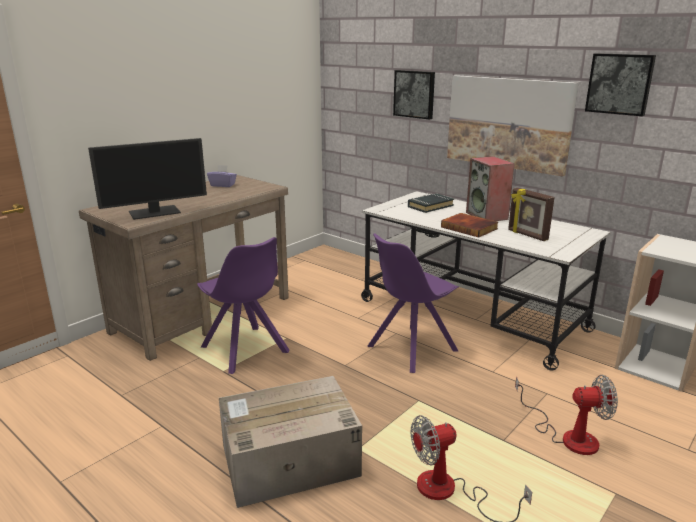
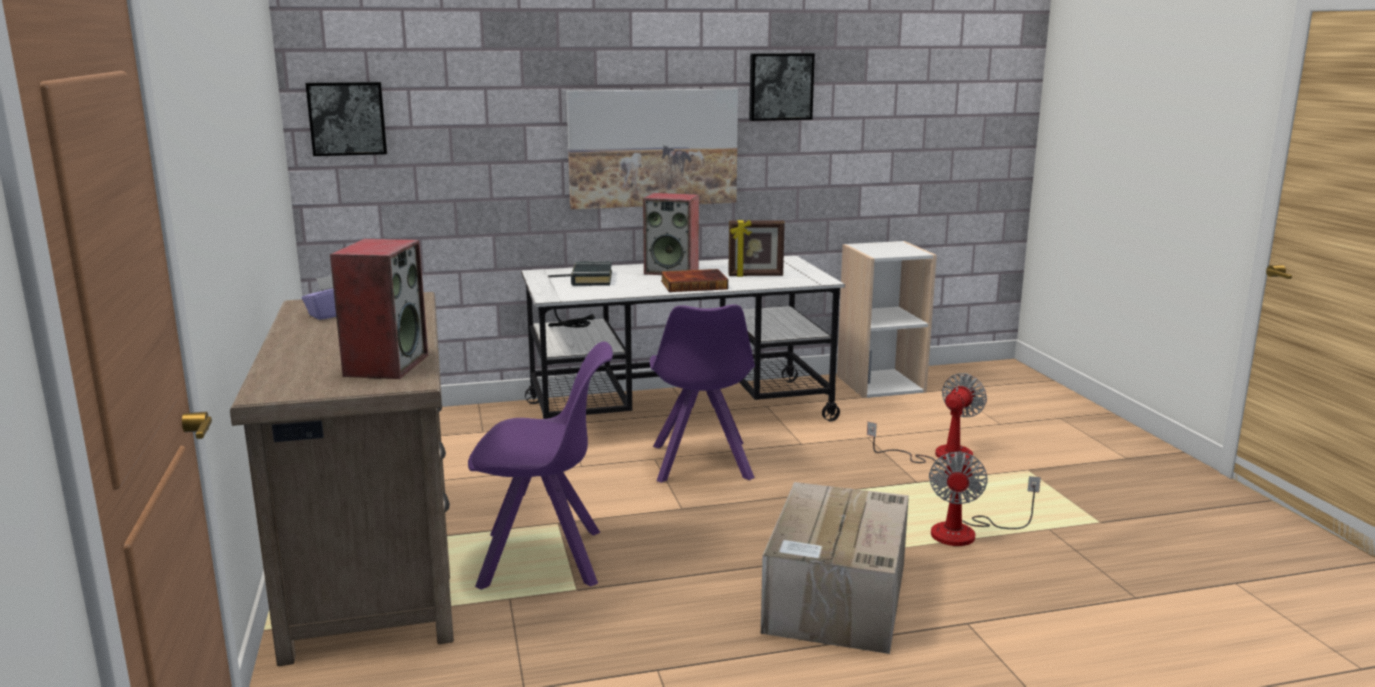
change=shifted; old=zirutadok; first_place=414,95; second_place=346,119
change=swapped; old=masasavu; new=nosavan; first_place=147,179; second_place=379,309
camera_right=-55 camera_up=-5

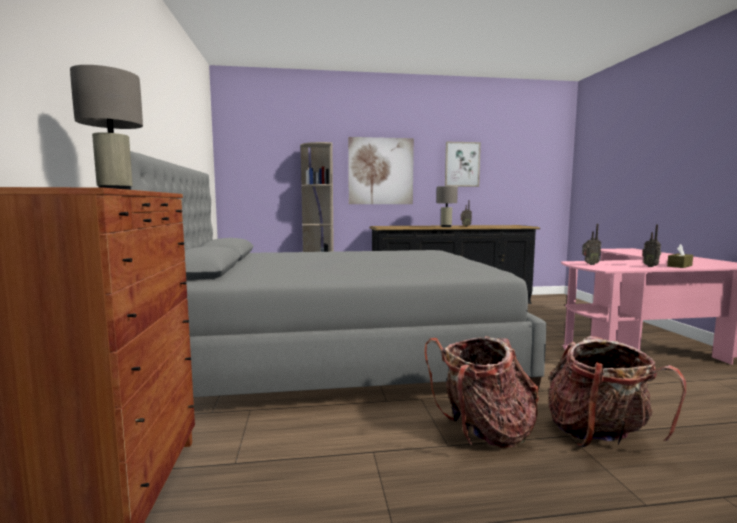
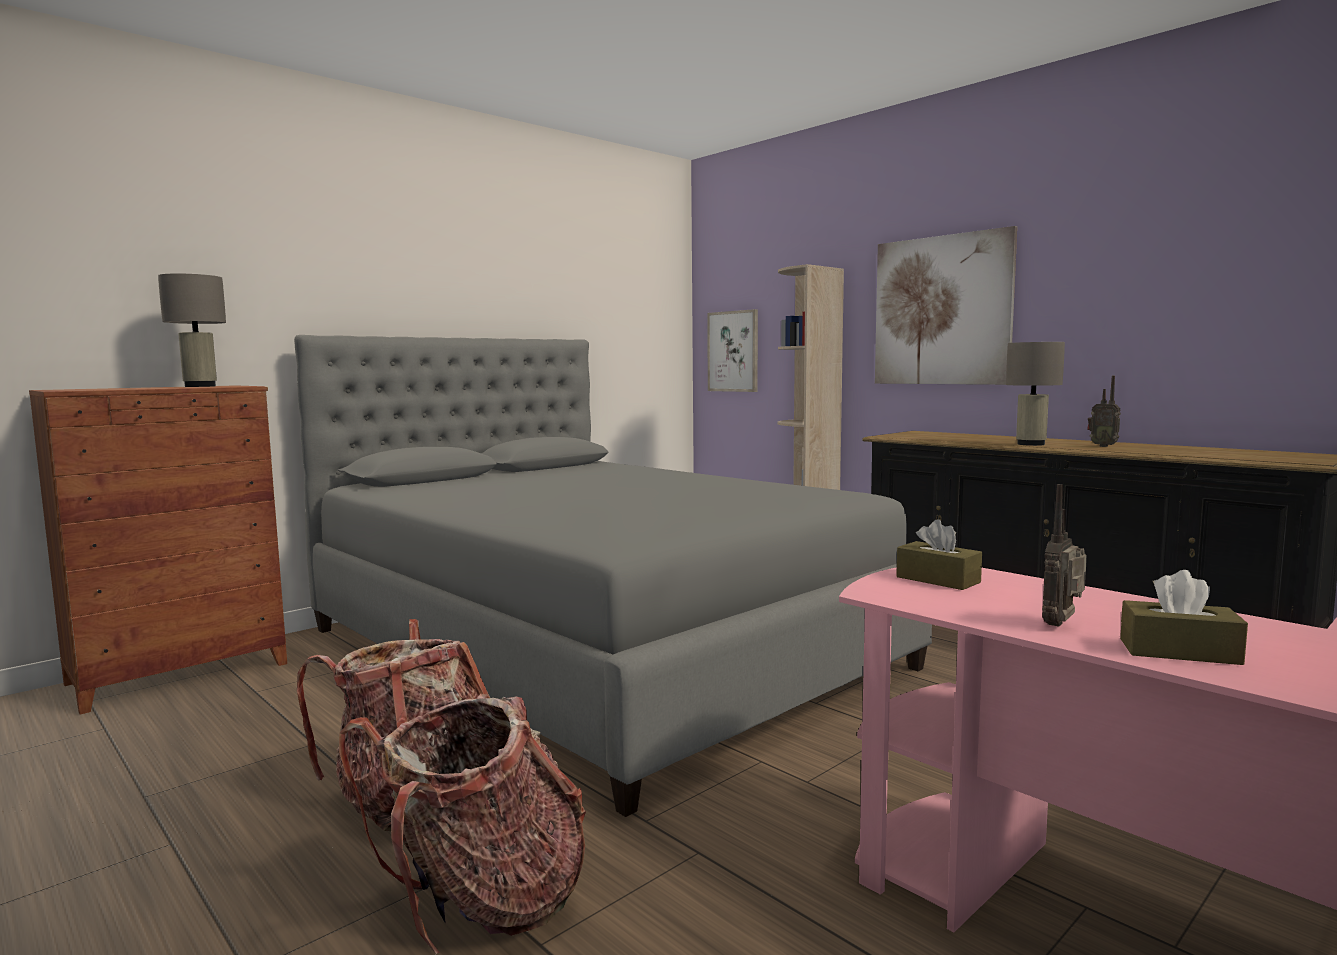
change=shifted; old=zirutadok; first_place=463,164; second_place=732,350
change=swapped; old=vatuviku; new=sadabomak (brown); first_place=591,244; second_place=939,554
camera_right=55 camera_up=0

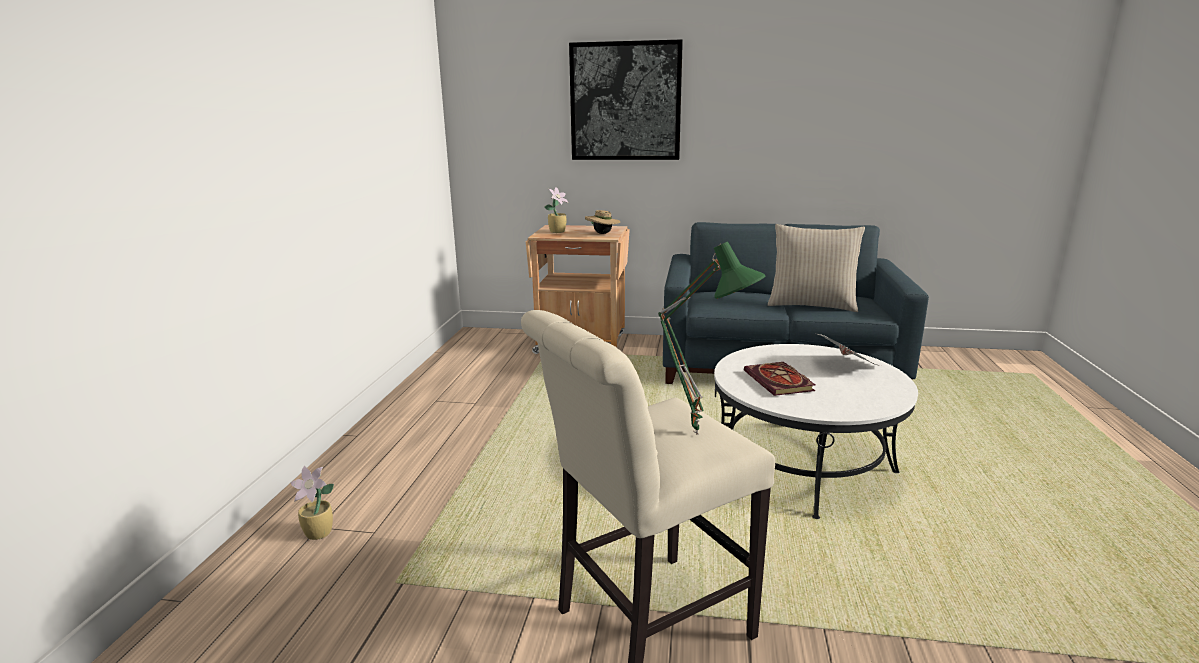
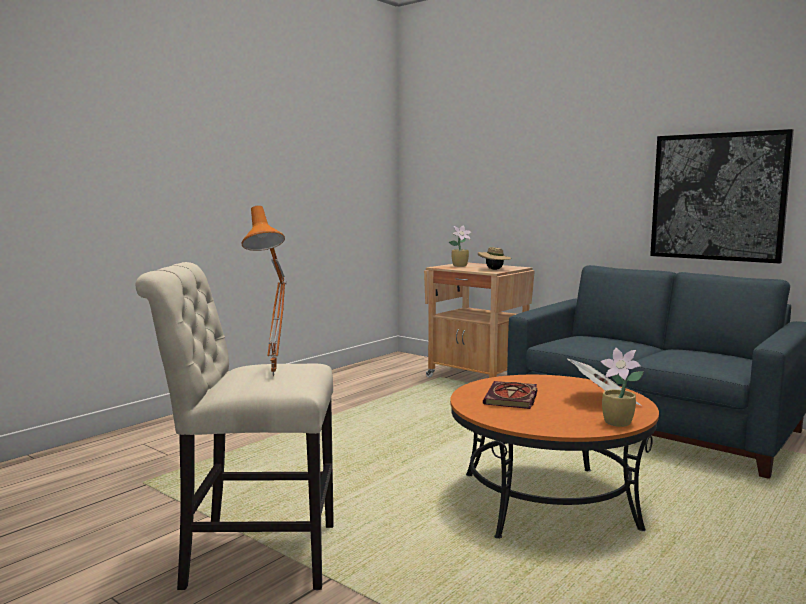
change=gone; old=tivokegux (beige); first_place=816,268
change=shifted; old=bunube; first_place=312,503; second_place=622,387
change=shifted; old=zirutadok; first_place=626,99; second_place=722,196
change=repainted; old=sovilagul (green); new=sovilagul (orange); first_place=711,338; second_place=264,290
change=repainted; old=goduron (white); new=goduron (orange); first_place=816,431; second_place=554,457
camera_right=30 camera_up=-10

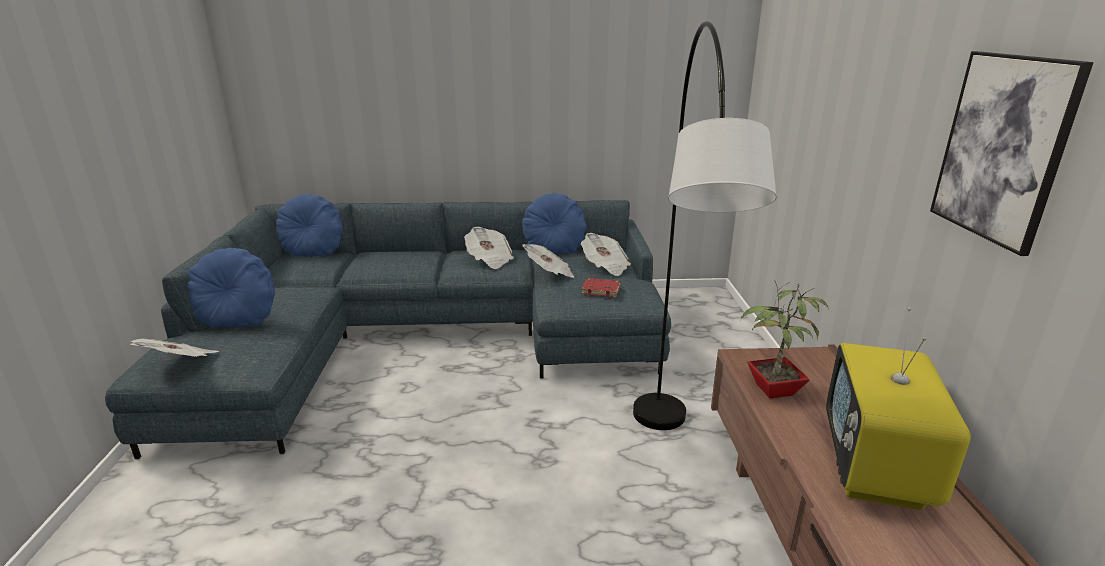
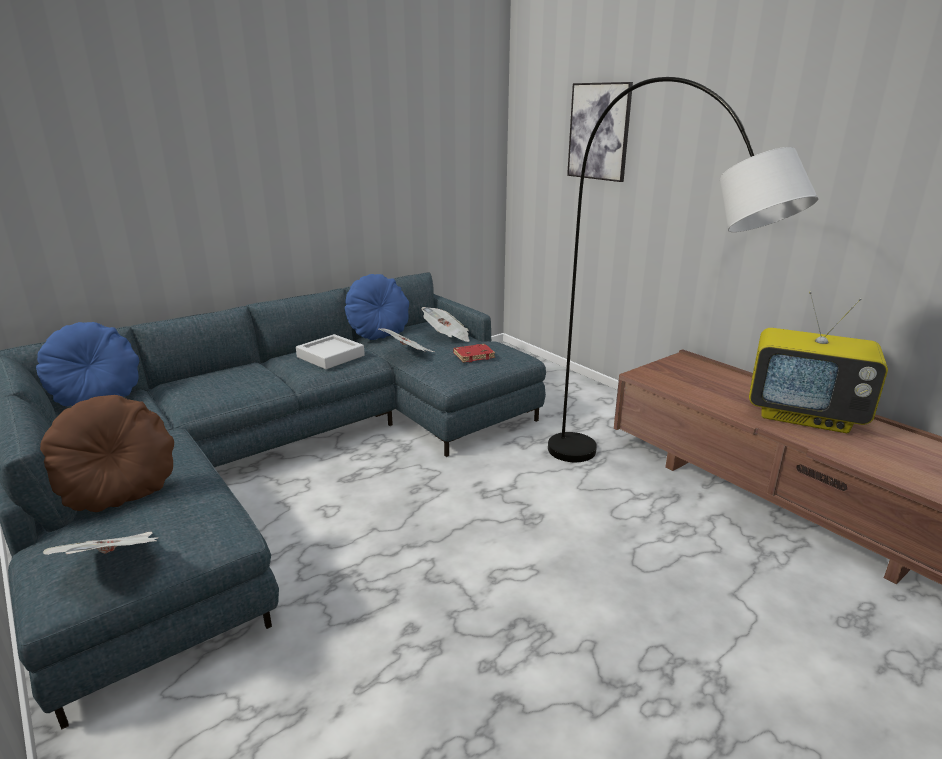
change=gone; old=bunube; first_place=784,339
change=shifted; old=zirutadok; first_place=1011,153; second_place=600,132
change=swapped; old=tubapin; new=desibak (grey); first_place=489,248; second_place=330,351
change=repainted; old=tivokegux (blue); new=tivokegux (brown); first_place=231,288; second_place=107,453
change=rotated; old=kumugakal; first_place=898,409; second_place=818,362; degrees=-45
camera_right=-35 camera_up=0

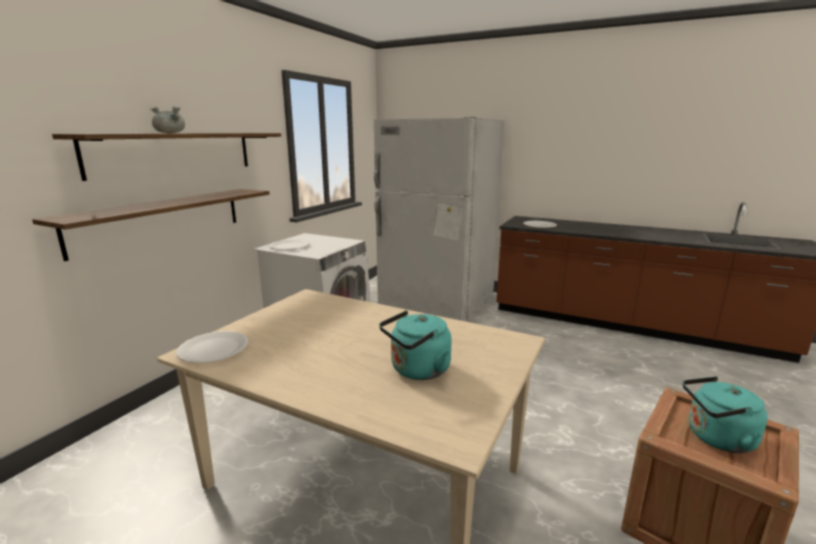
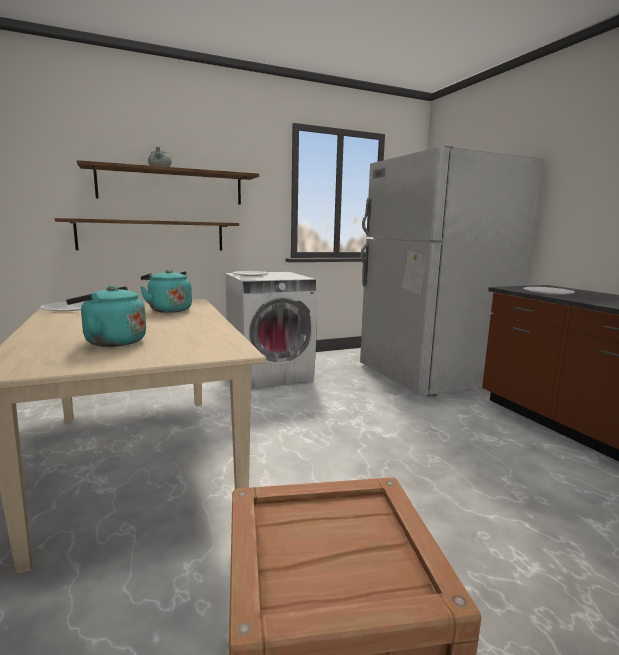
change=shifted; old=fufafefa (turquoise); first_place=725,414; second_place=166,291
camera_right=40 camera_up=-5

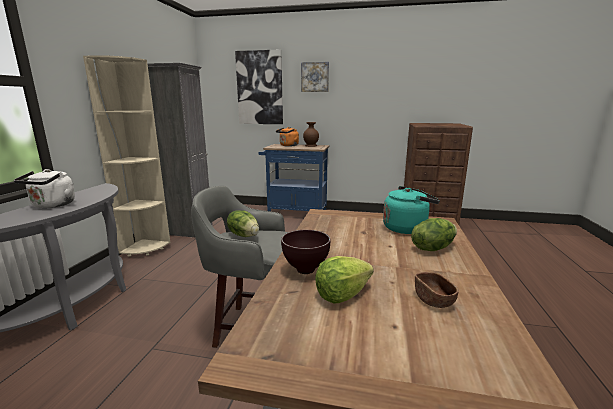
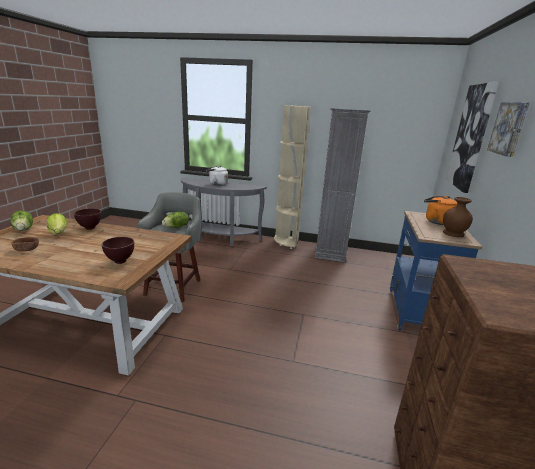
change=shifted; old=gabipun; first_place=434,234; second_place=21,221
change=swapped; old=fufafefa (turquoise); new=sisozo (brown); first_place=411,210; second_place=118,250
camera_right=90 camera_up=5

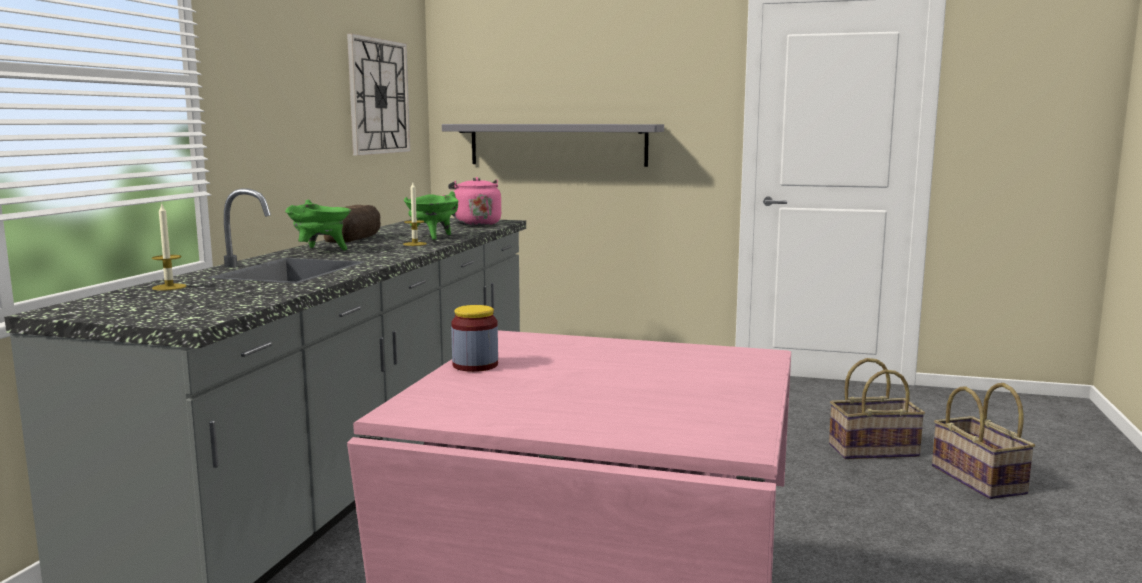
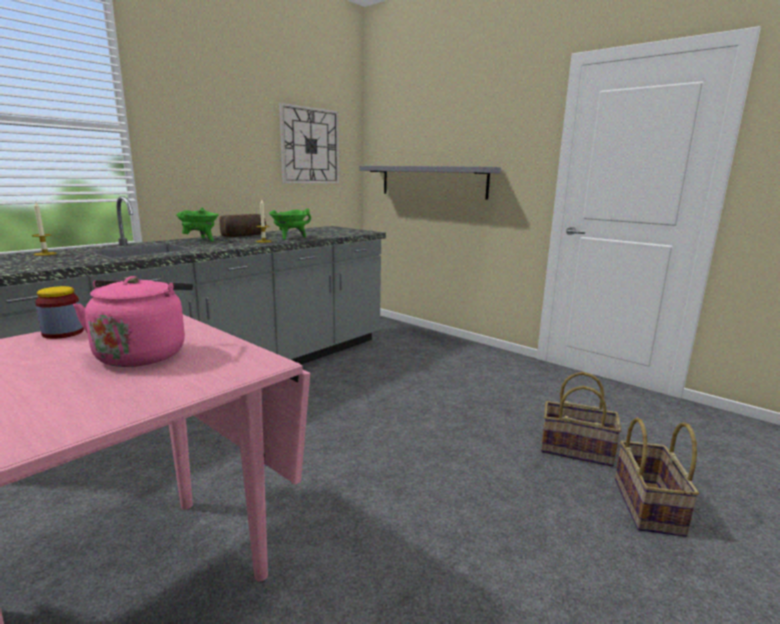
change=shifted; old=fufafefa (pink); first_place=472,201; second_place=133,321
camera_right=25 camera_up=5

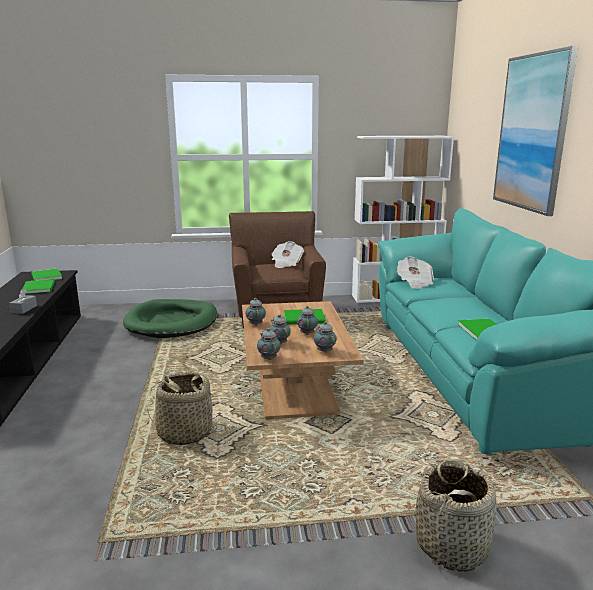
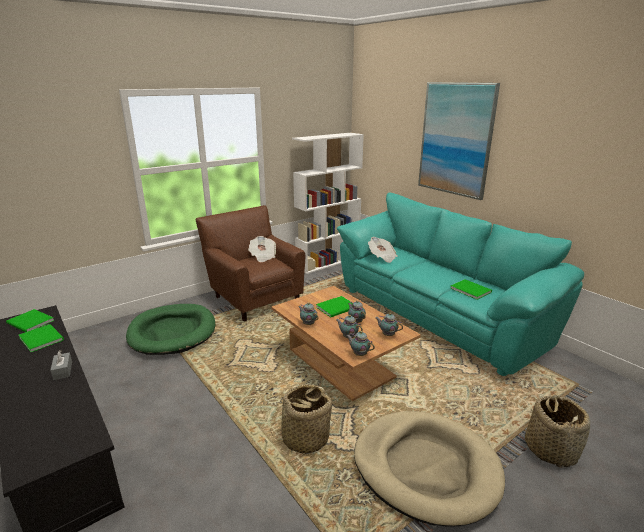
change=new; new=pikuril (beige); second_place=429,468
camera_right=-30 camera_up=5

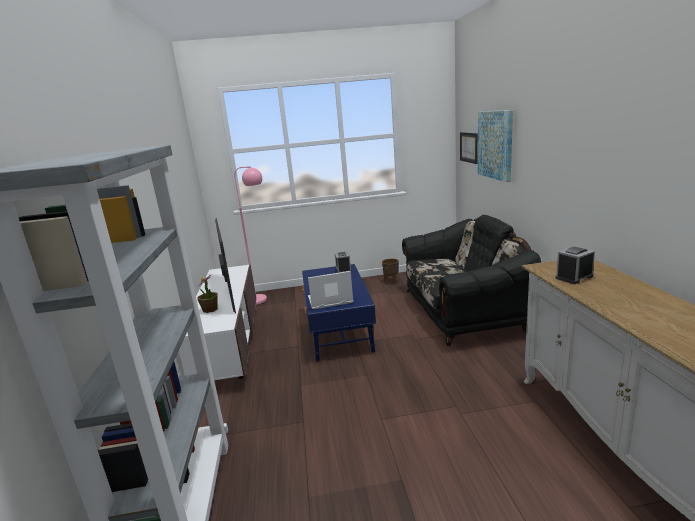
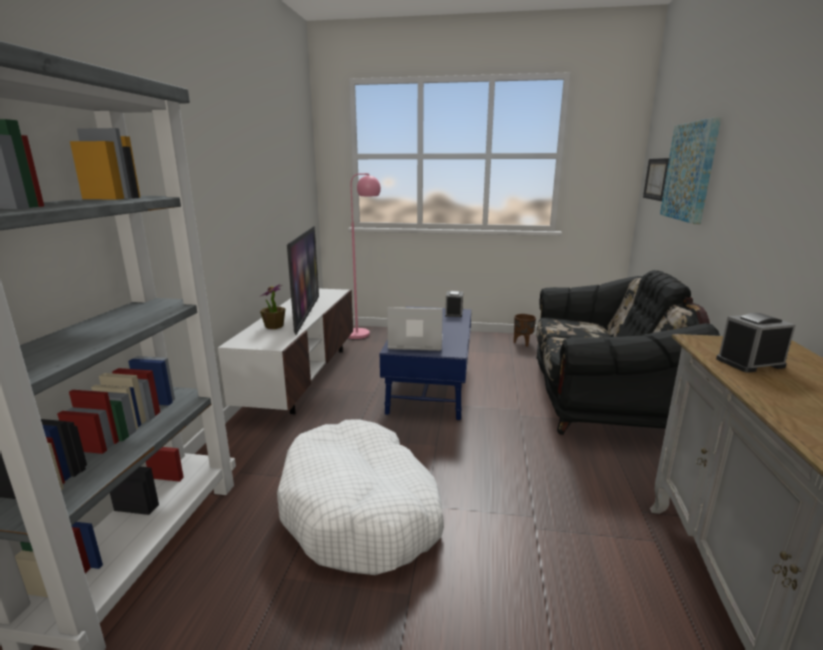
change=new; new=pikuril (white); second_place=360,497
camera_right=15 camera_up=0

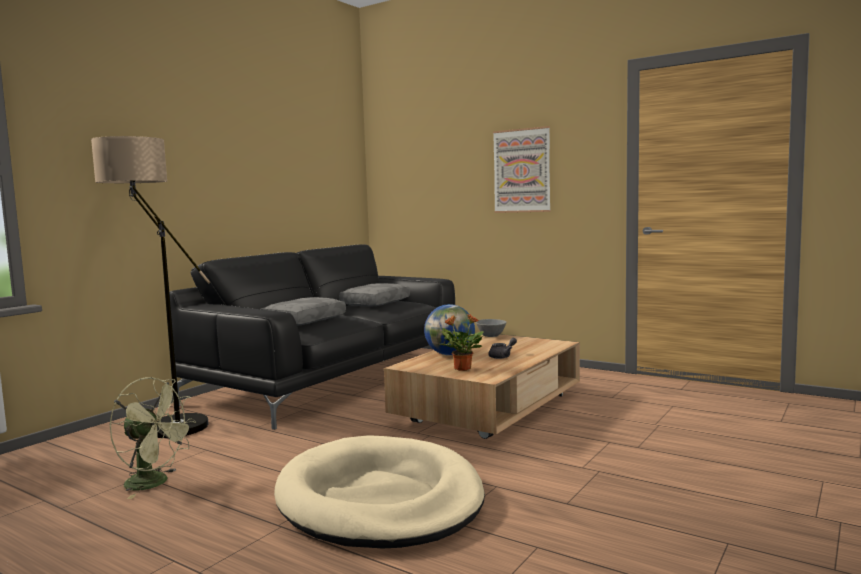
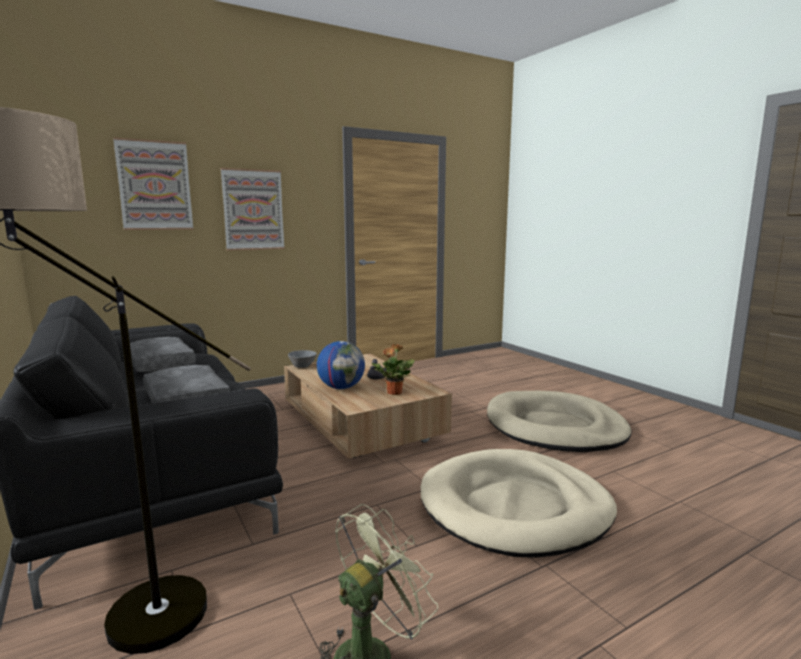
change=new; new=zirutadok; second_place=153,183
change=new; new=pikuril (beige); second_place=559,421
camera_right=-65 camera_up=5

